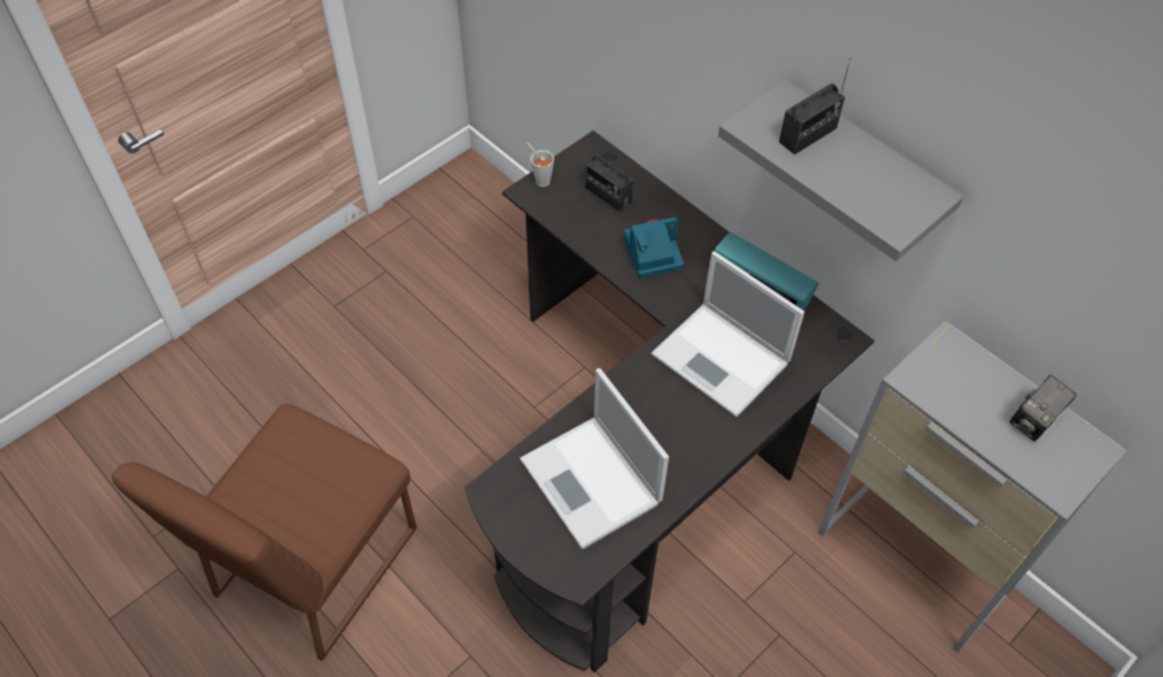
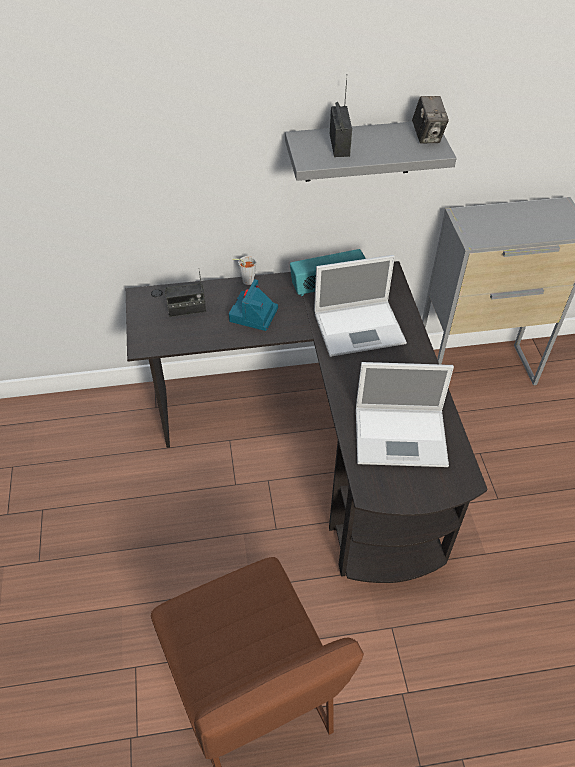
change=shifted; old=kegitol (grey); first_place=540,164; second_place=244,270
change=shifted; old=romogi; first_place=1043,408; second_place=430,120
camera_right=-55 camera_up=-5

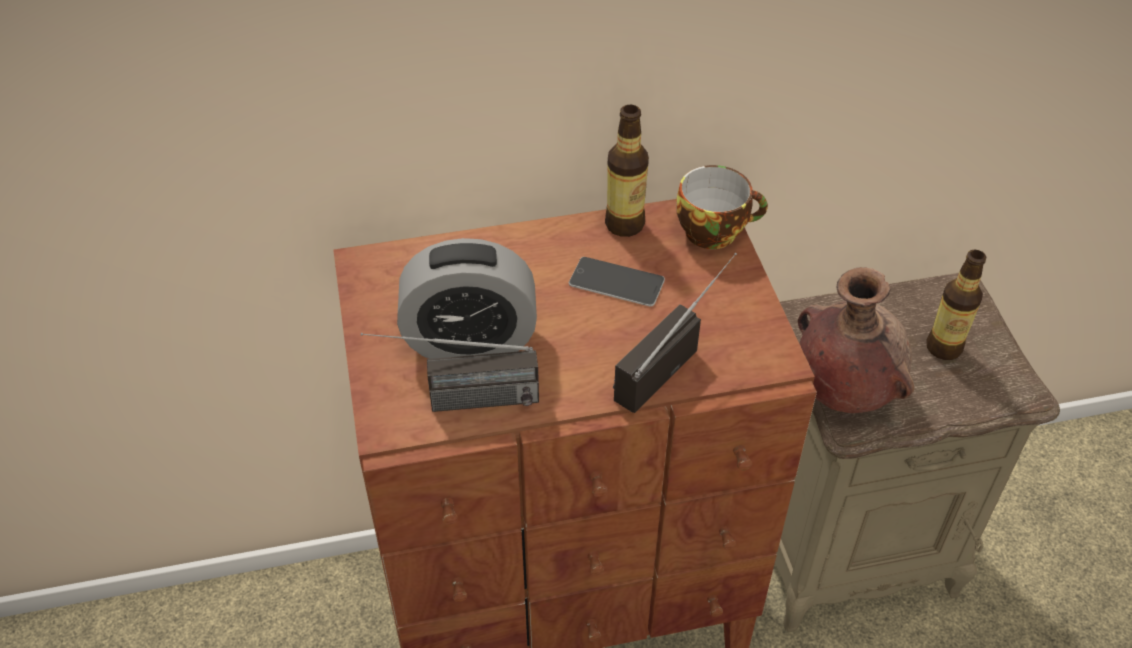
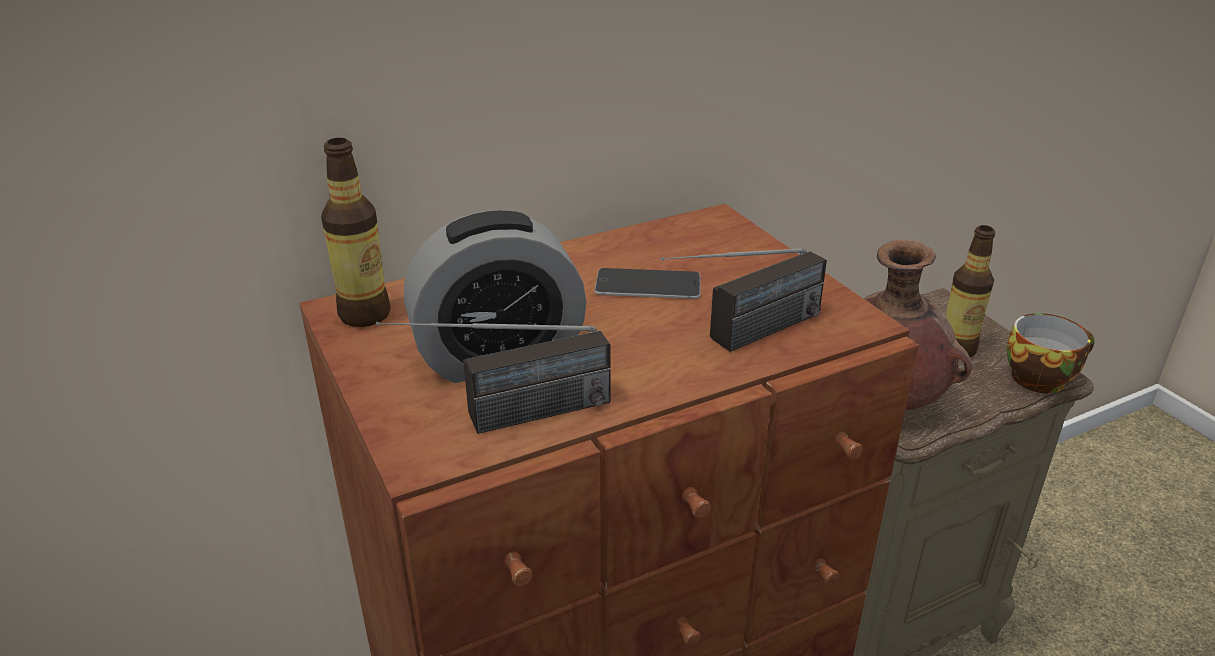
change=shifted; old=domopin; first_place=627,171; second_place=356,232
change=shifted; old=kegitol; first_place=722,207; second_place=1050,353
change=rotated; old=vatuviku; first_place=675,333; second_place=744,300; degrees=-150
camera_right=-15 camera_up=-15

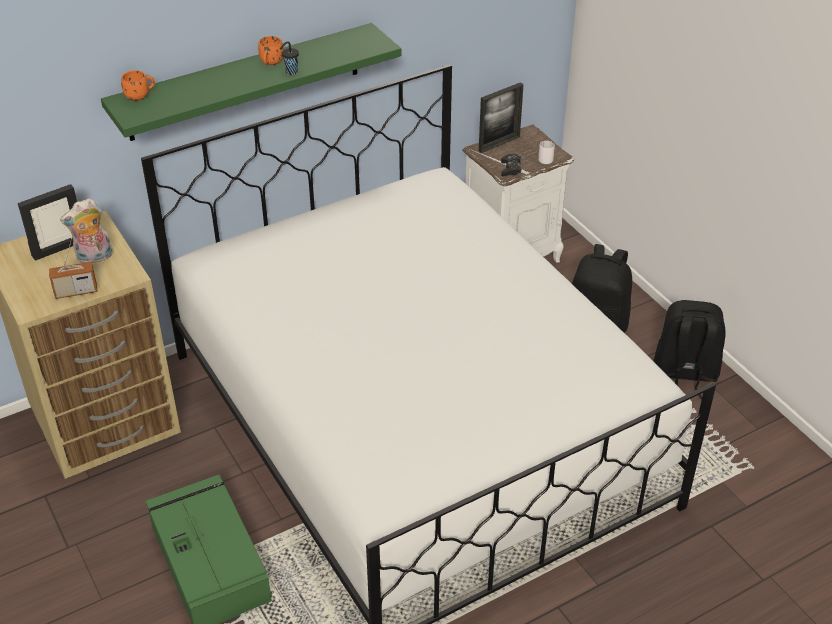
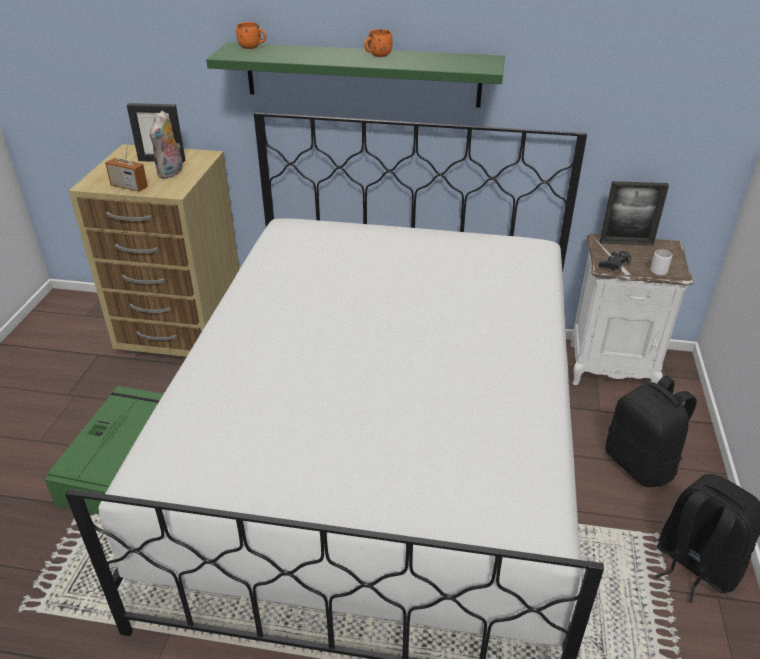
change=gone; old=kegitol (black); first_place=289,58
change=rotated; old=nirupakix; first_place=86,231; second_place=166,145; degrees=-90
camera_right=40 camera_up=-5

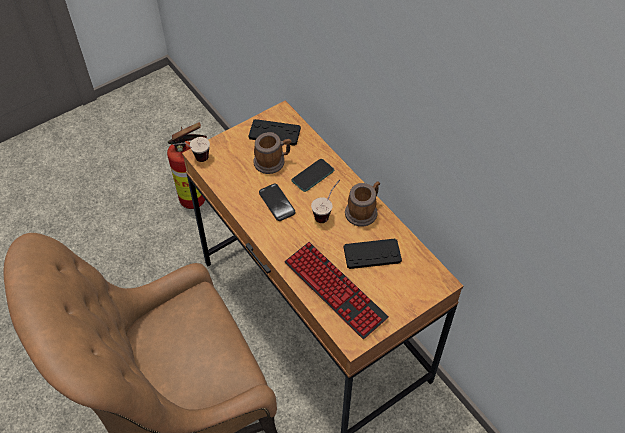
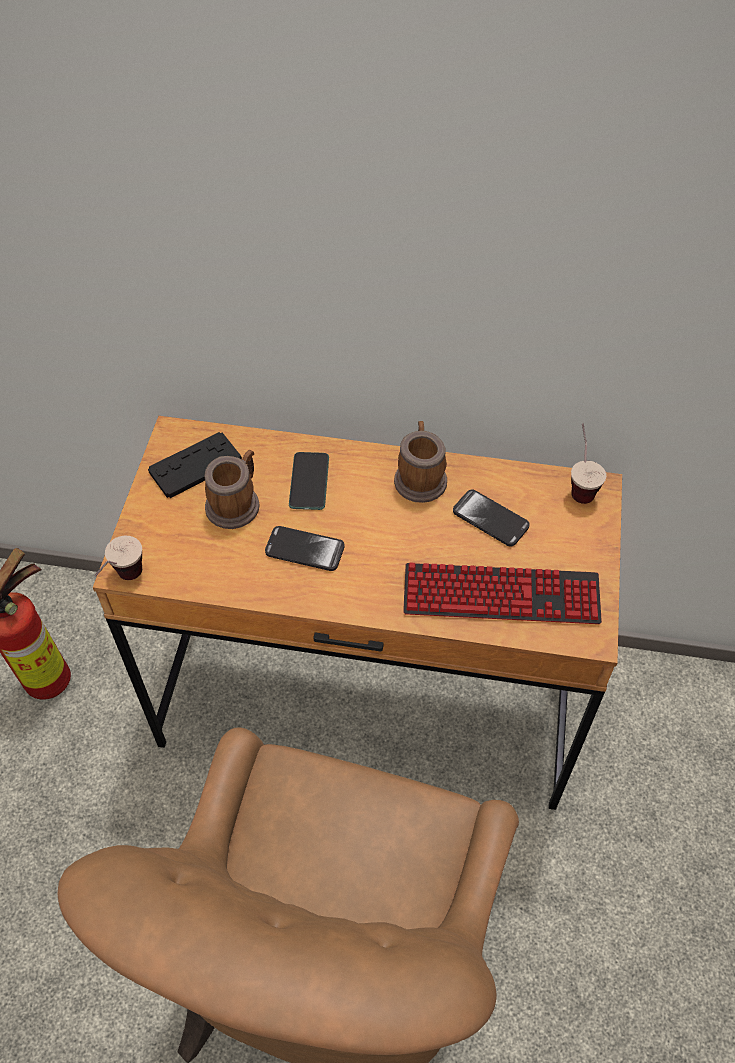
change=shifted; old=kegitol; first_place=325,201; second_place=588,463
change=swapped; old=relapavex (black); new=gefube; first_place=373,253; second_place=491,518
camera_right=-45 camera_up=0

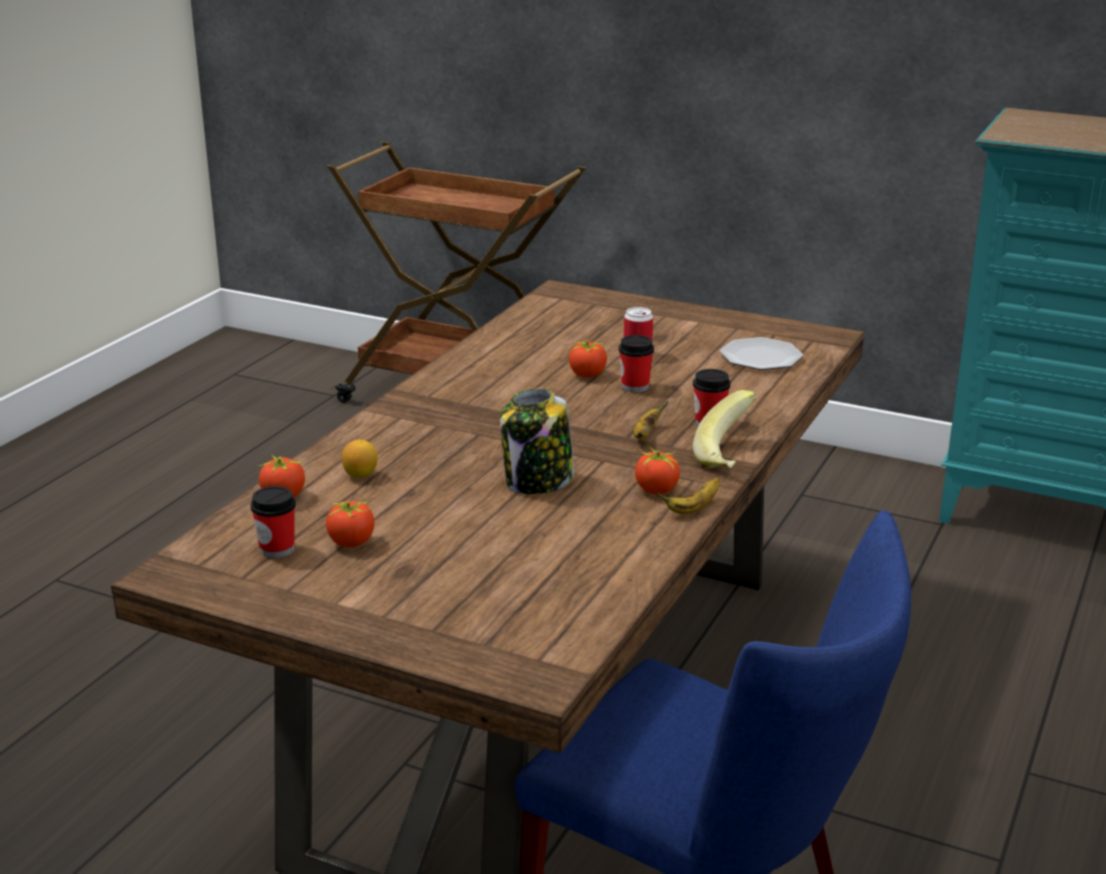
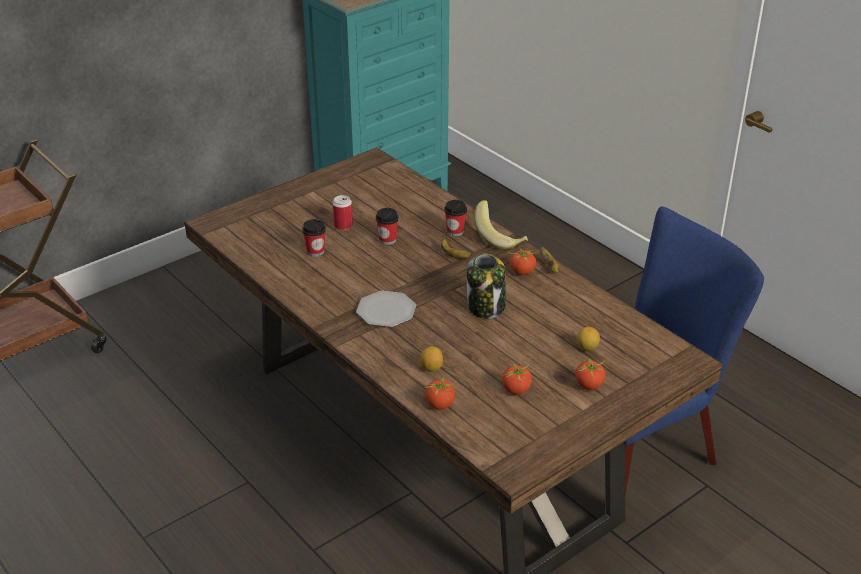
change=new; new=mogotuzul; second_place=588,339
change=shifted; old=kegitol; first_place=273,522; second_place=314,238
change=shifted; old=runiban; first_place=588,359; second_place=592,374
change=shifted; old=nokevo; first_place=761,353; second_place=386,309
camera_right=-65 camera_up=10

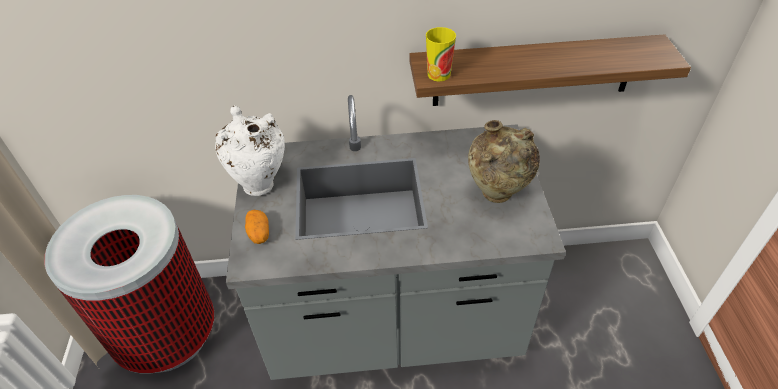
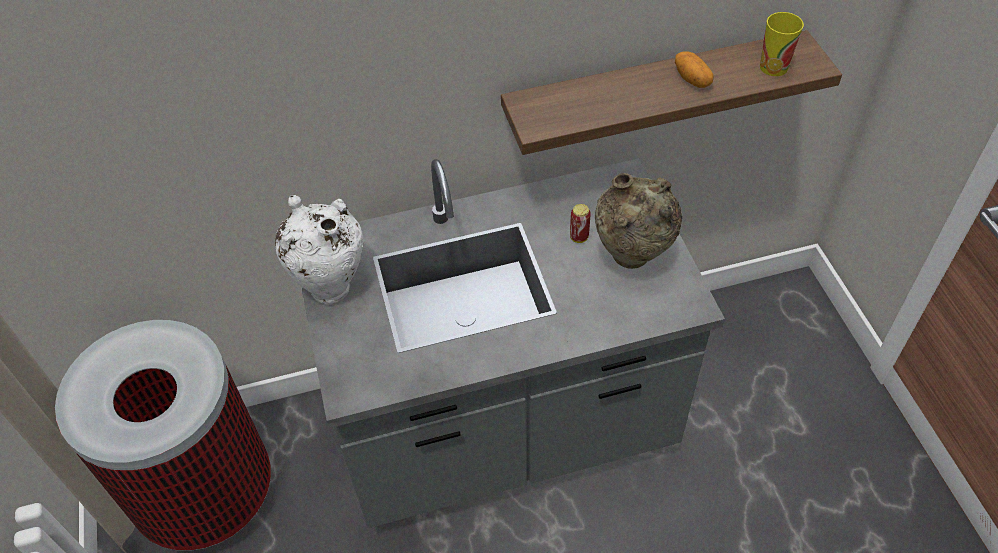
change=new; new=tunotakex; second_place=580,223
change=shifted; old=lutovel; first_place=257,227; second_place=694,69
change=shifted; old=kegitol; first_place=441,54; second_place=782,44
camera_right=-10 camera_up=5

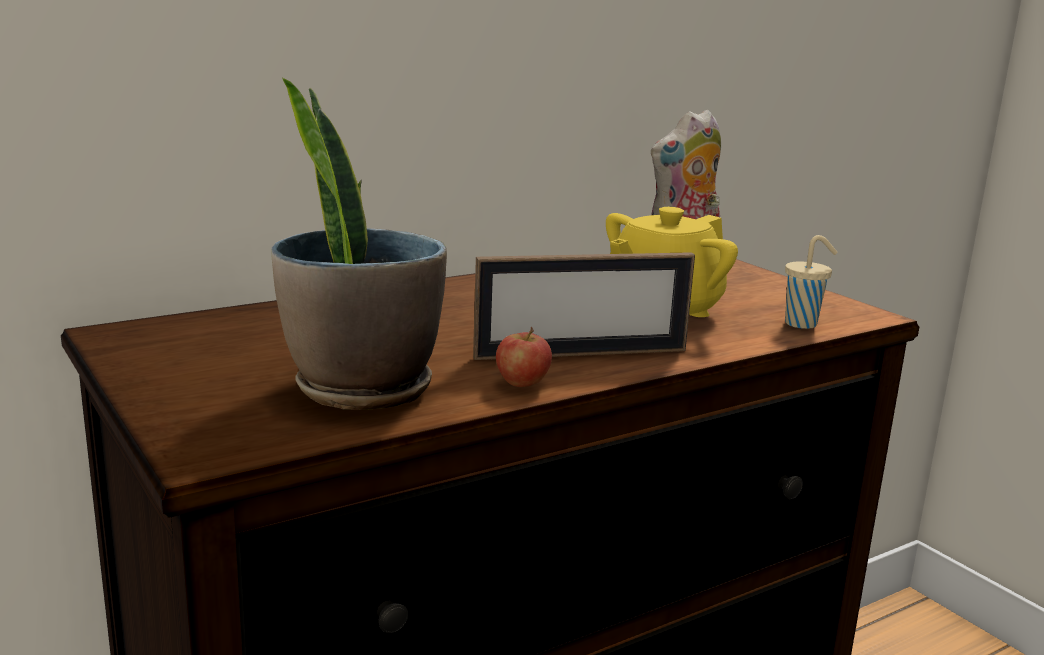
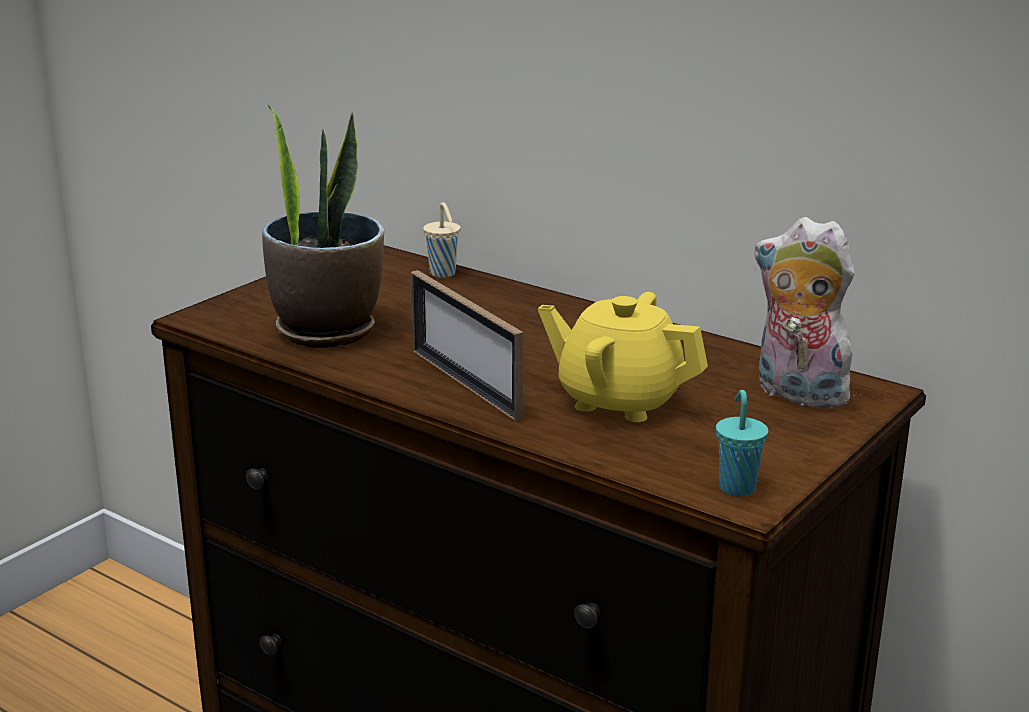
change=gone; old=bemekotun; first_place=524,357
change=new; new=kegitol (turquoise); second_place=742,443
change=shifted; old=kegitol (beige); first_place=811,282; second_place=441,240
camera_right=70 camera_up=5

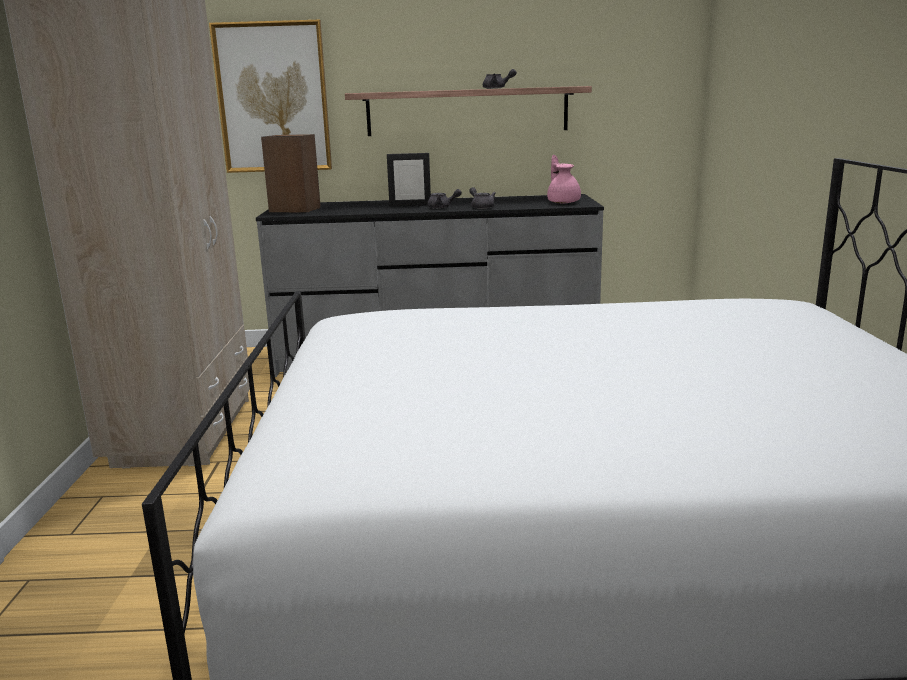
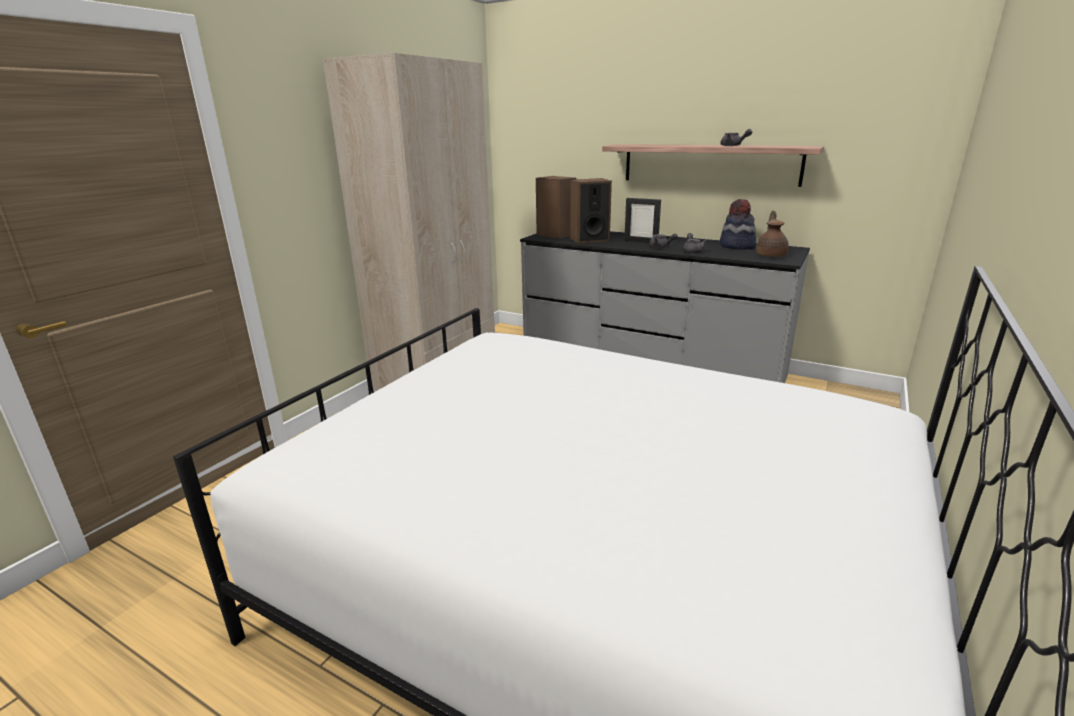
change=gone; old=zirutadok; first_place=270,96
change=new; new=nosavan; second_place=591,211
change=new; new=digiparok; second_place=738,224
change=repainted; old=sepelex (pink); new=sepelex (brown); first_place=564,179; second_place=772,234
camera_right=30 camera_up=5

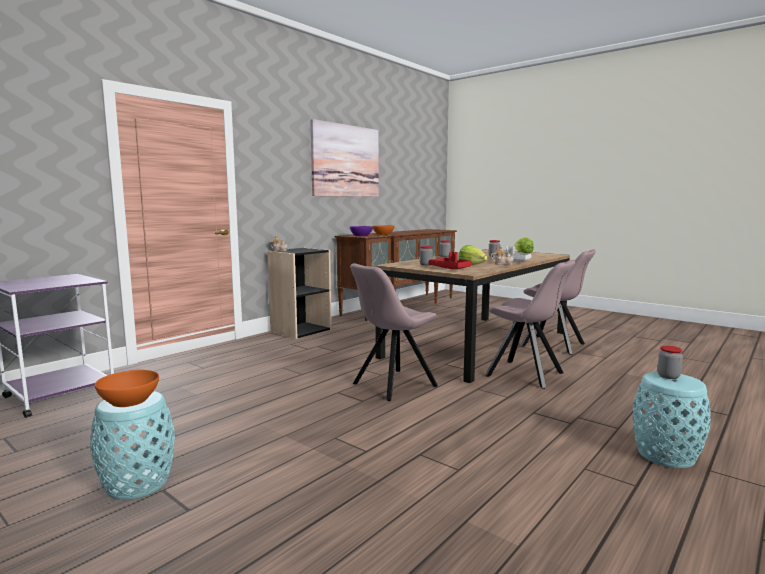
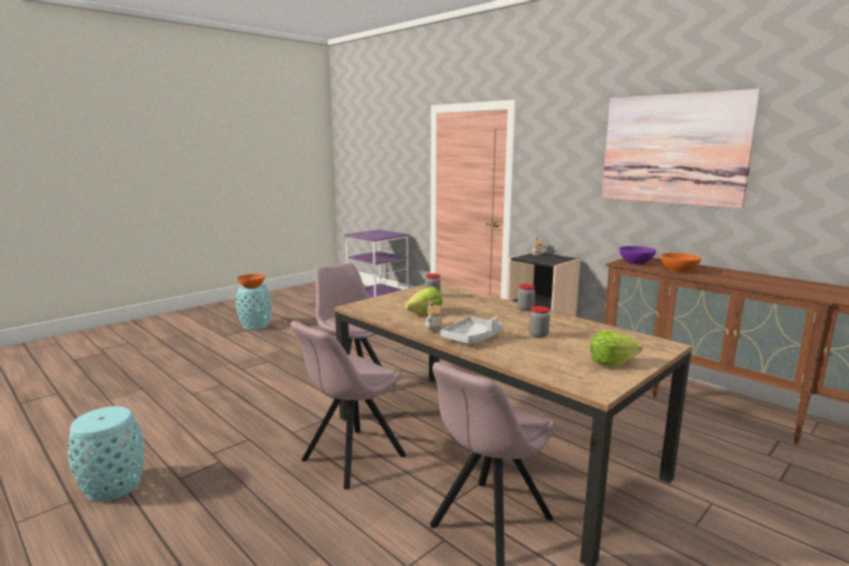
change=gone; old=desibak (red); first_place=450,260
change=gone; old=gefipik; first_place=670,362
camera_right=95 camera_up=5

